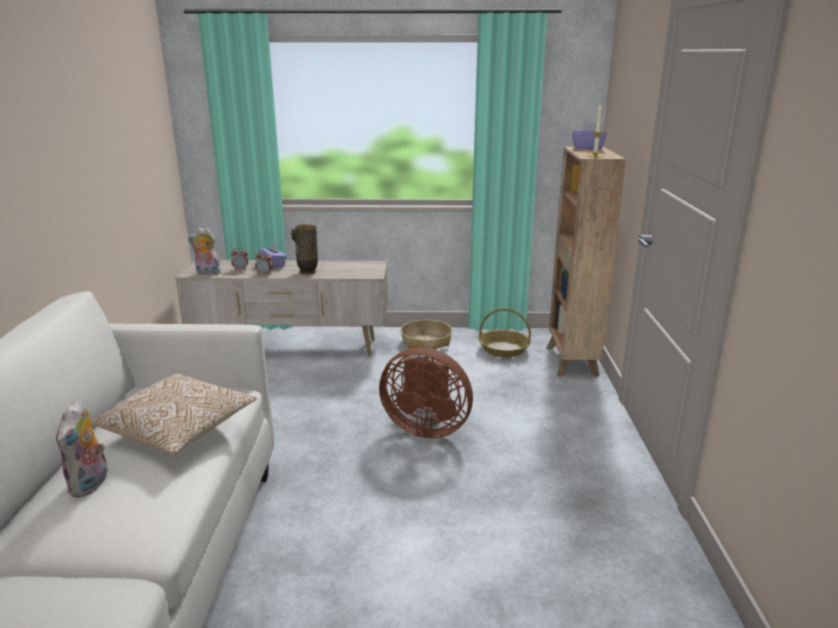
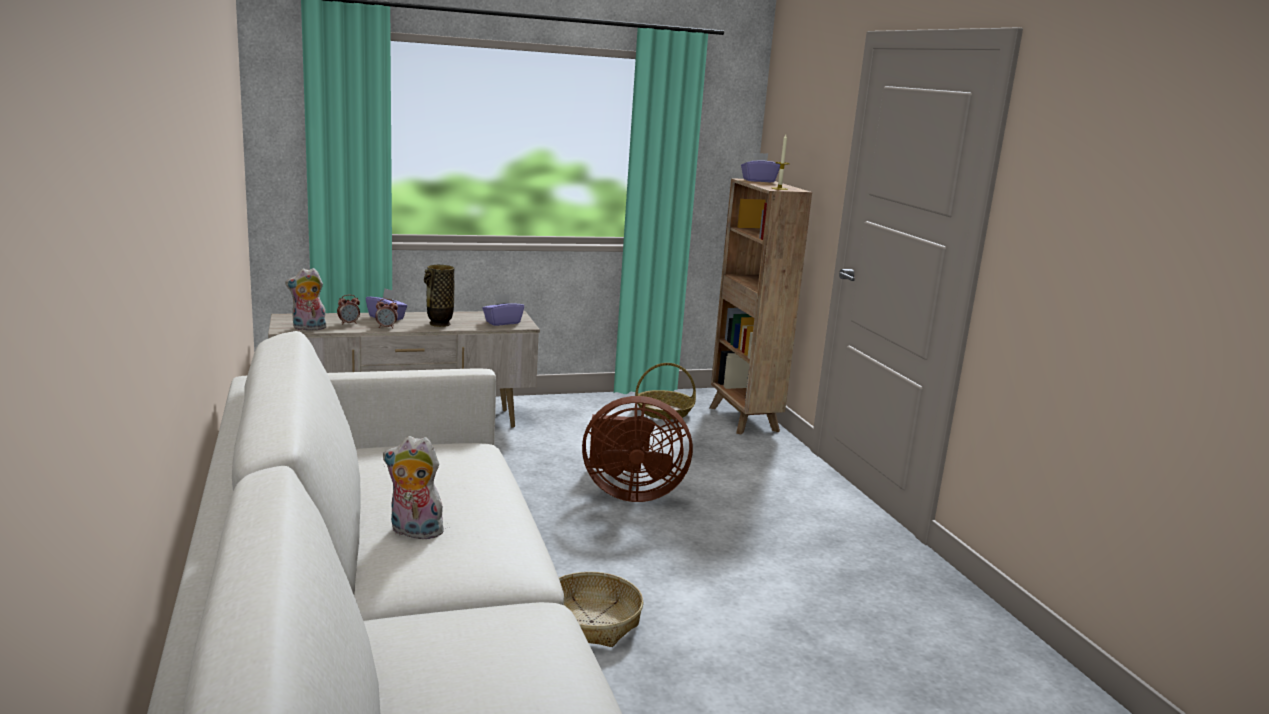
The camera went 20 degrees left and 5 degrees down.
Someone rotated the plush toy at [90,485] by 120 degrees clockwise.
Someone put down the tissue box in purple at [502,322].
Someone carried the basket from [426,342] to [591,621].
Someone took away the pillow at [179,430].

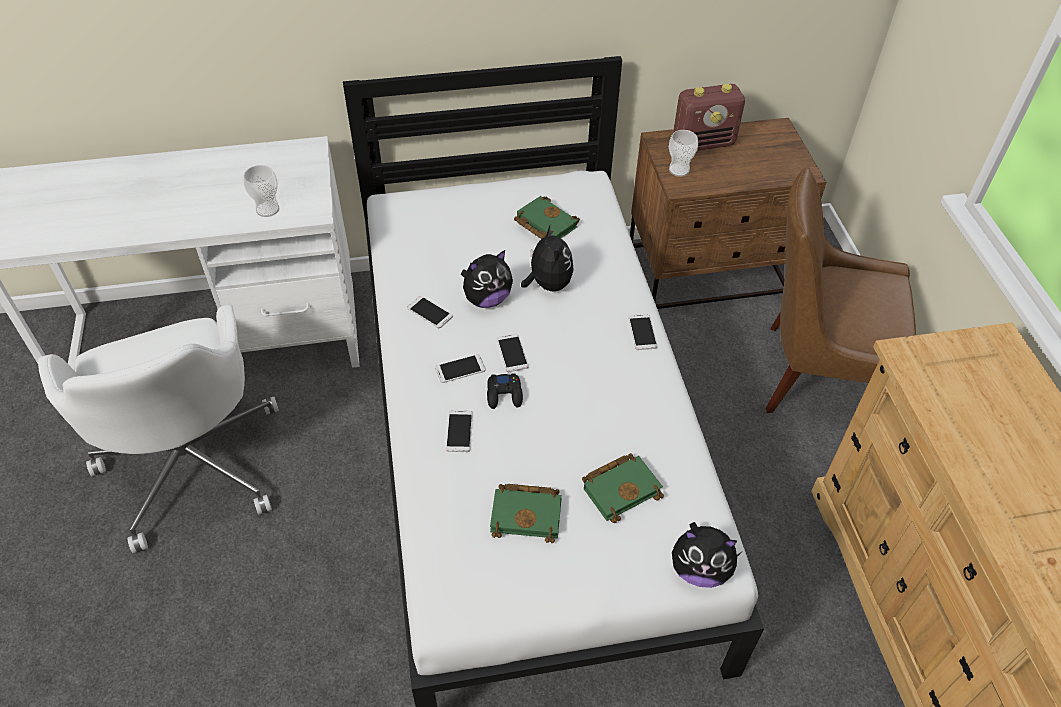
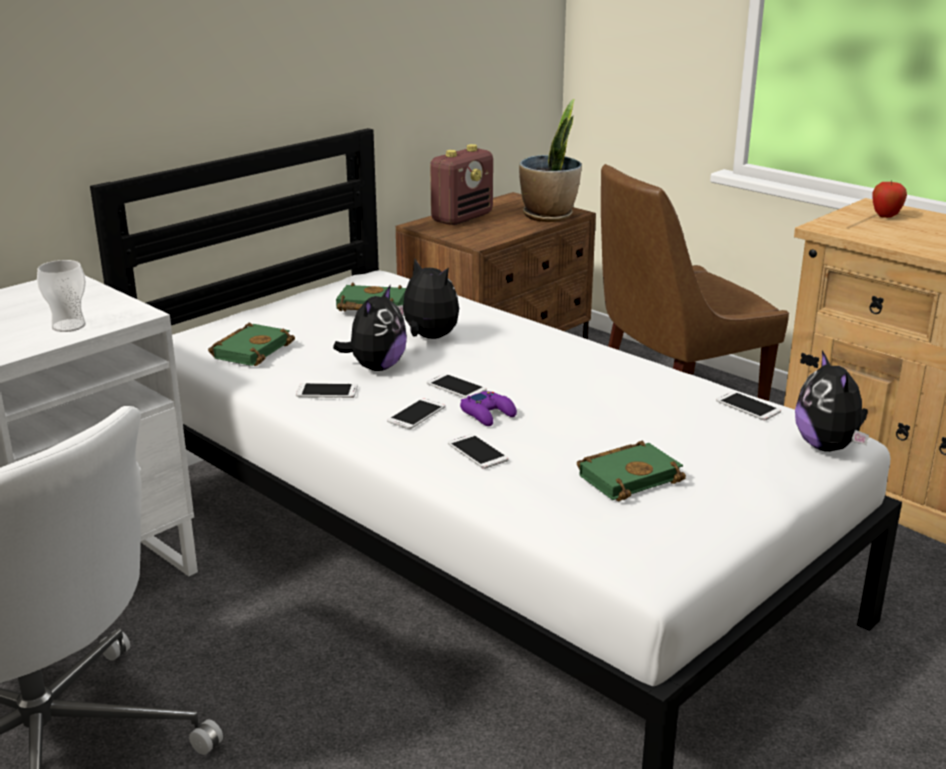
The camera went 35 degrees left and 25 degrees down.
Someone carried the book in green from [622,488] to [251,350].
Someone repainted the game controller in black at [504,394], which became the game controller in purple at [488,414].
Someone put down the potted plant at [549,216].
Someone carried the phone from [642,332] to [748,406].
Someone rotated the plush toy at [699,569] by 105 degrees clockwise.
Someone put down the apple at [886,216].
Someone took away the cup at [679,170].

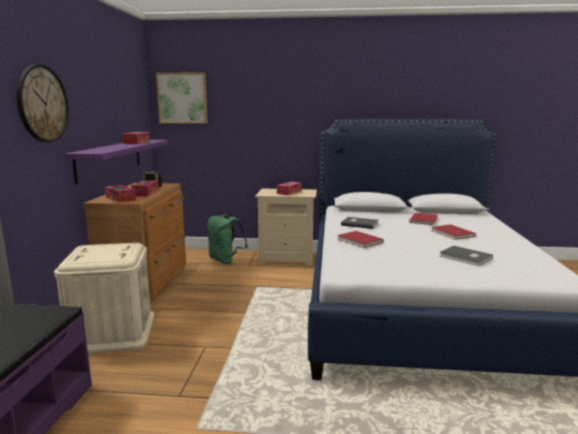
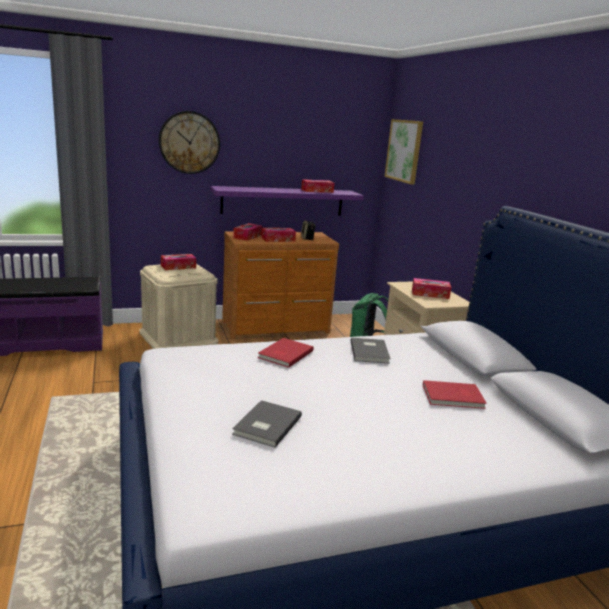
The camera went 65 degrees right and 5 degrees up.
Someone put down the tissue box at [178,267].
Someone took away the book in red at [452,233].

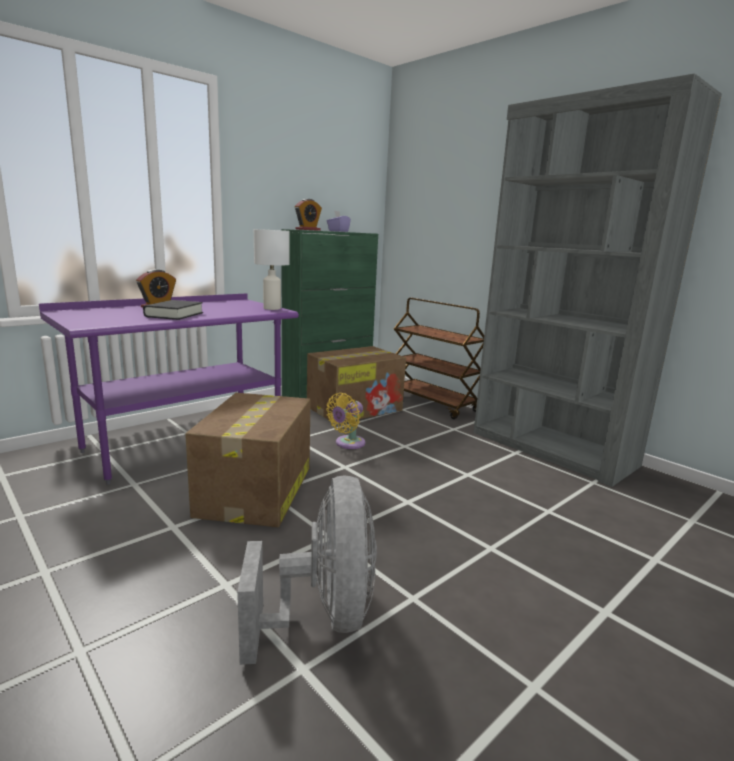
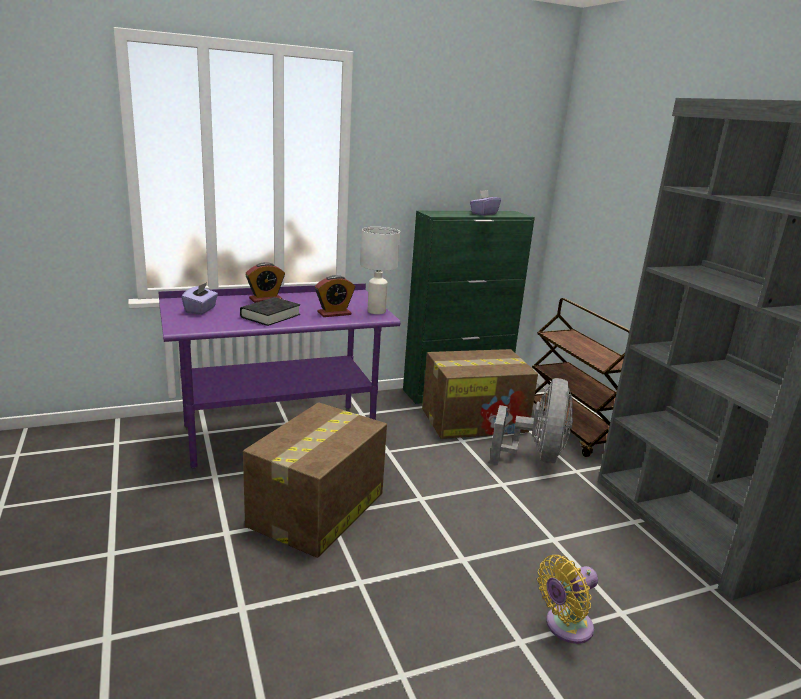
The camera went 20 degrees right and 5 degrees up.
Someone put down the tissue box in purple at [201,310].
Someone carried the alarm clock from [308,230] to [334,313].
Someone carried the fan in grey from [323,616] to [535,457].
Someone carried the fan in yellow from [347,444] to [565,627].

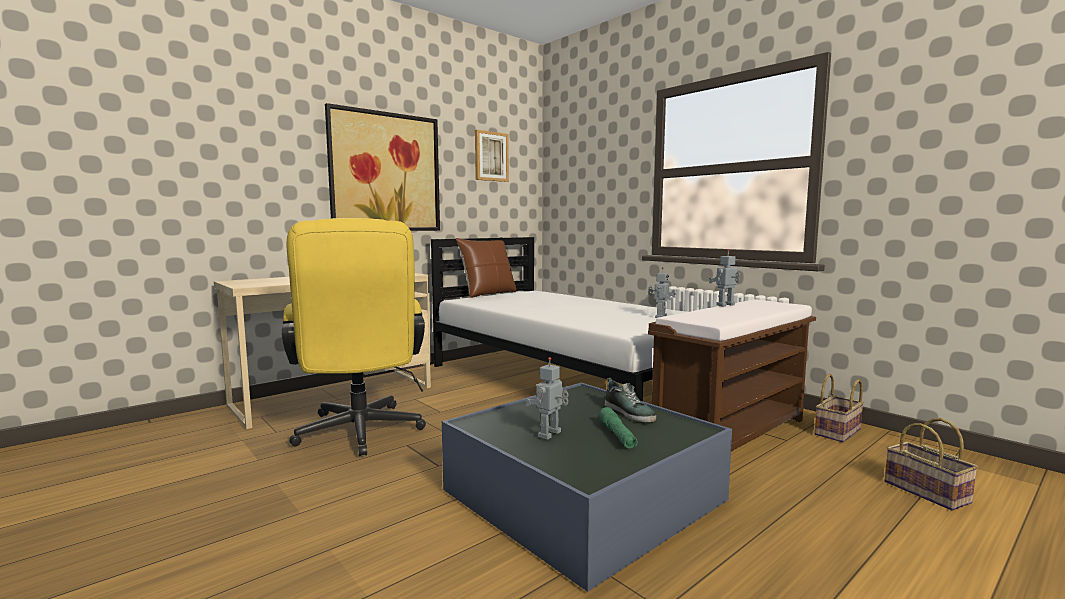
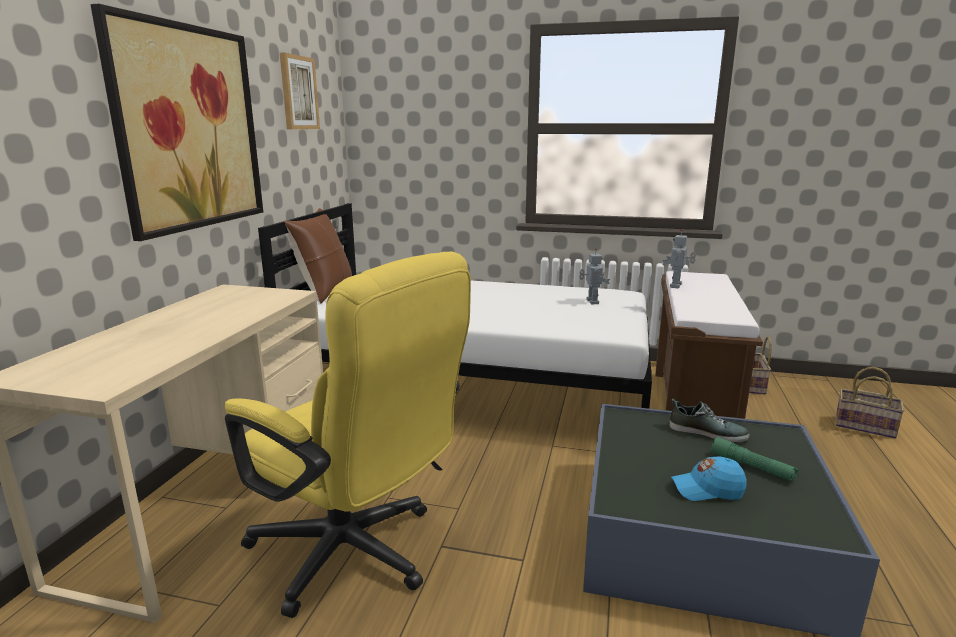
The camera went 35 degrees left and 10 degrees up.
Someone swapped the toy robot at [550,435] for the cap in blue at [707,490].

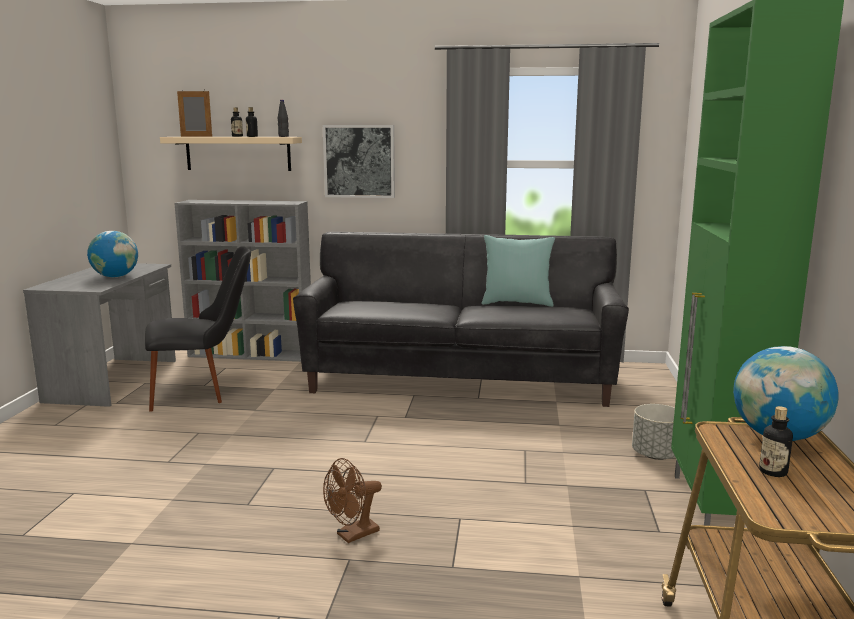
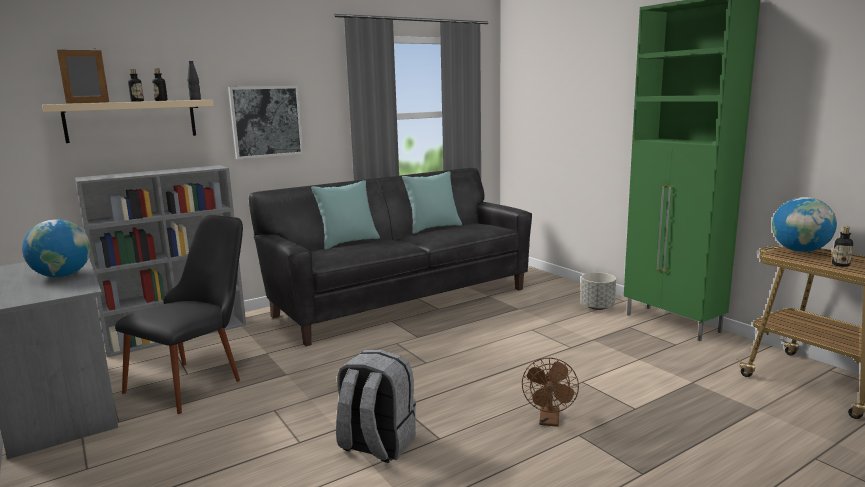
The camera went 40 degrees left and 0 degrees up.
Someone put down the pillow in turquoise at [348,242].
Someone put down the backpack in grey at [376,445].

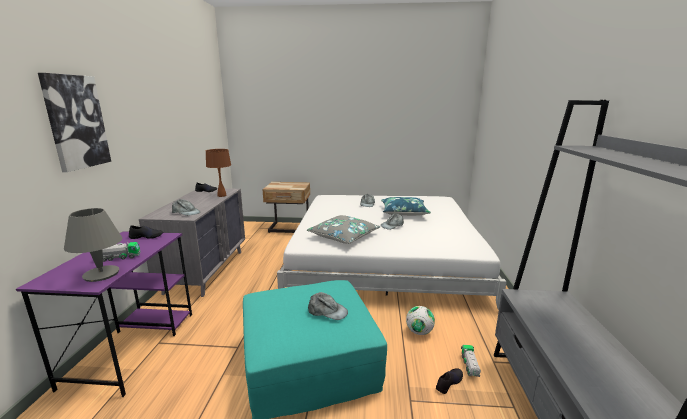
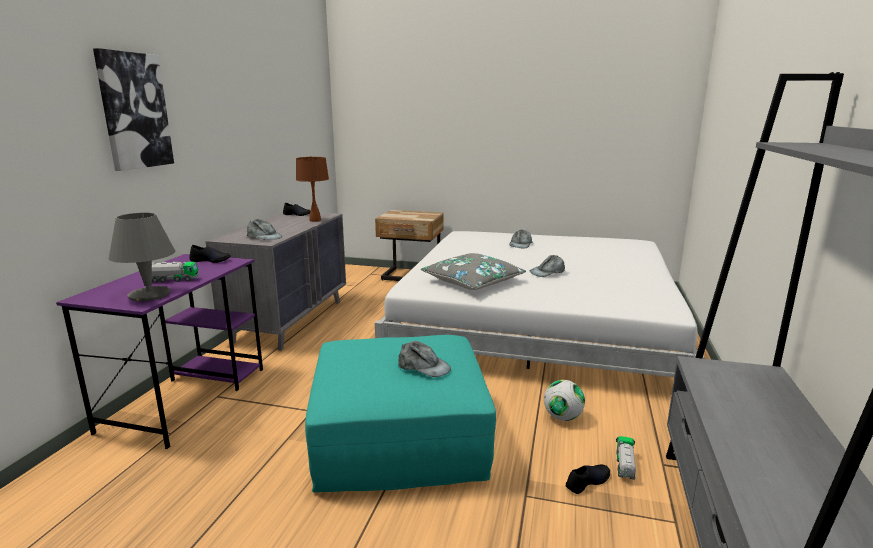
The camera went 10 degrees right and 0 degrees up.
Someone took away the pillow in blue at [404,212].

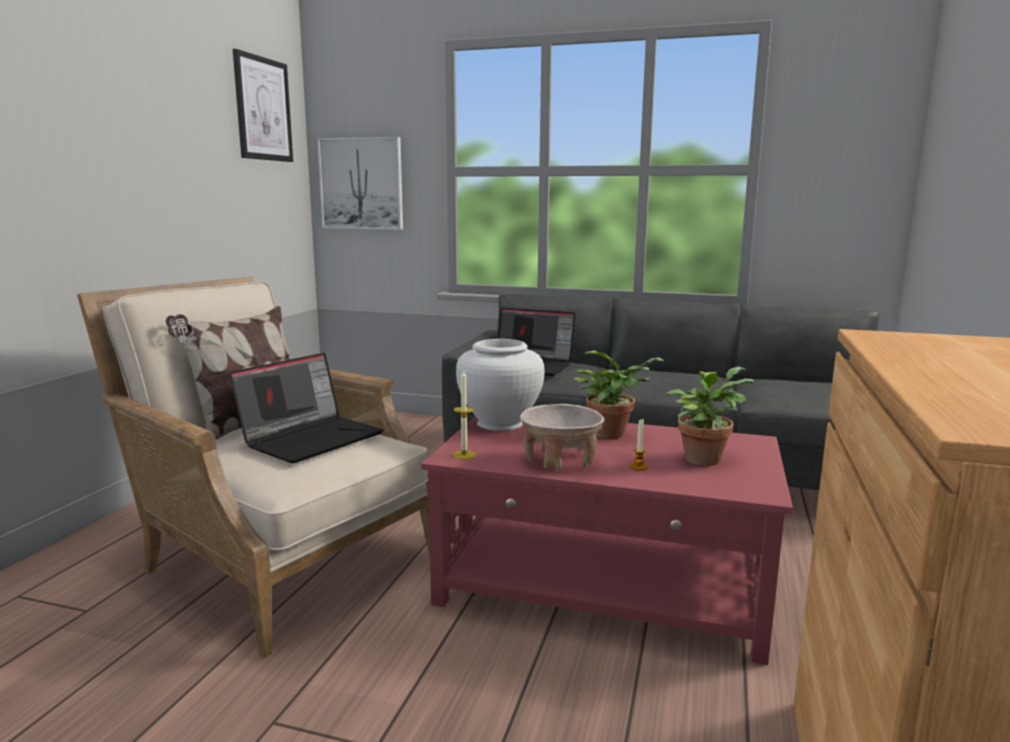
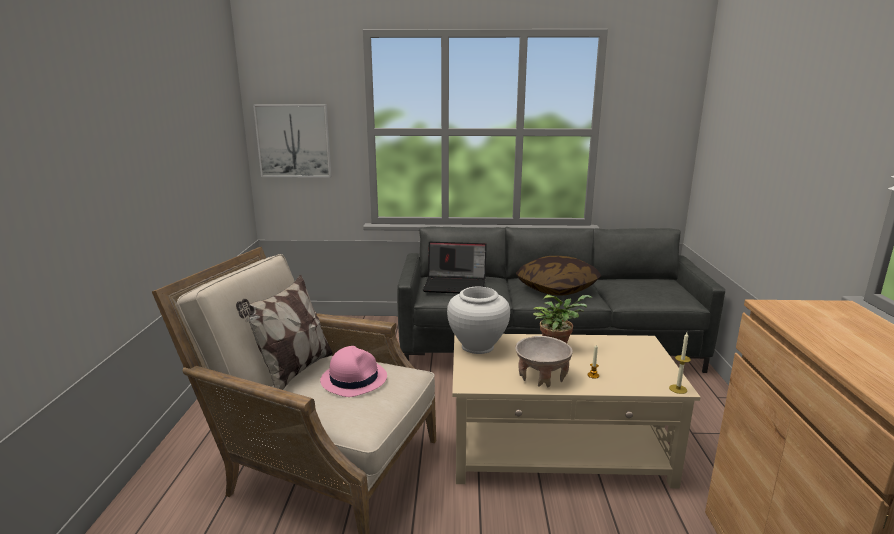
The camera went 15 degrees left and 5 degrees up.
Someone swapped the laptop at [312,438] for the hat in pink at [354,378].
Someone repainted the coffee table in red at [604,585], which became the coffee table in beige at [558,447].
Someone put down the pillow at [557,288].
Someone carried the candle from [464,455] to [678,389].
Someone took away the picture at [263,109].
Someone took away the potted plant at [703,458].

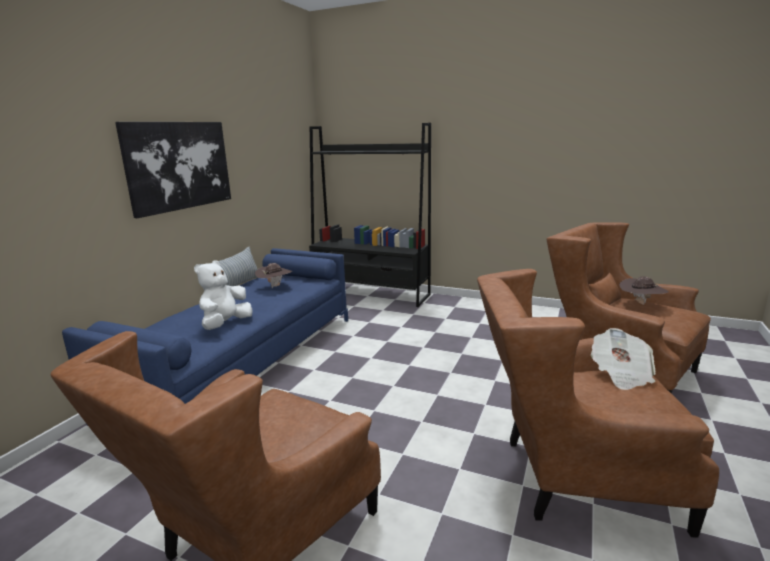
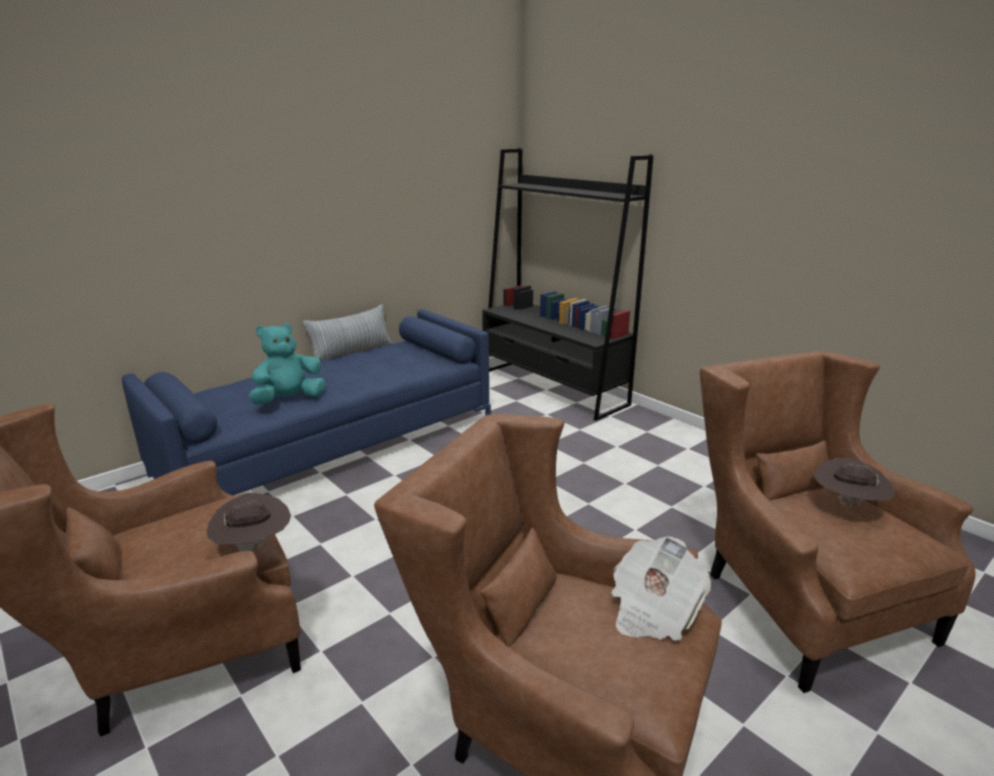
The camera went 25 degrees right and 5 degrees up.
Someone carried the hat in brown from [275,286] to [254,548].
Someone repainted the plush toy in white at [225,324], which became the plush toy in turquoise at [289,400].
Someone took away the picture at [179,165].

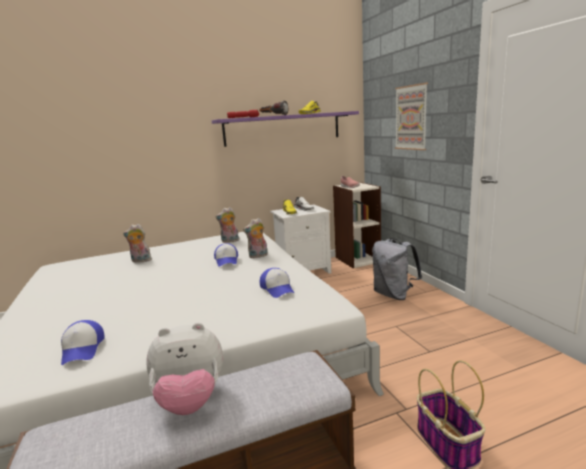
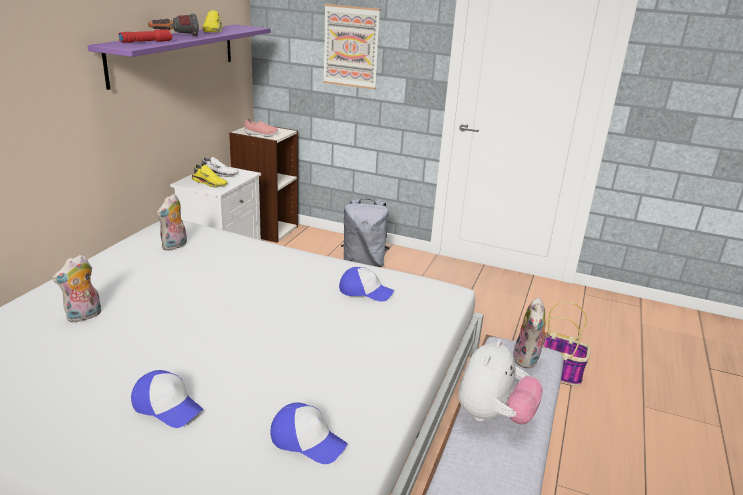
The camera went 50 degrees left and 10 degrees up.
Someone carried the cap from [227,260] to [167,406].
Someone carried the plush toy from [258,256] to [528,360].

